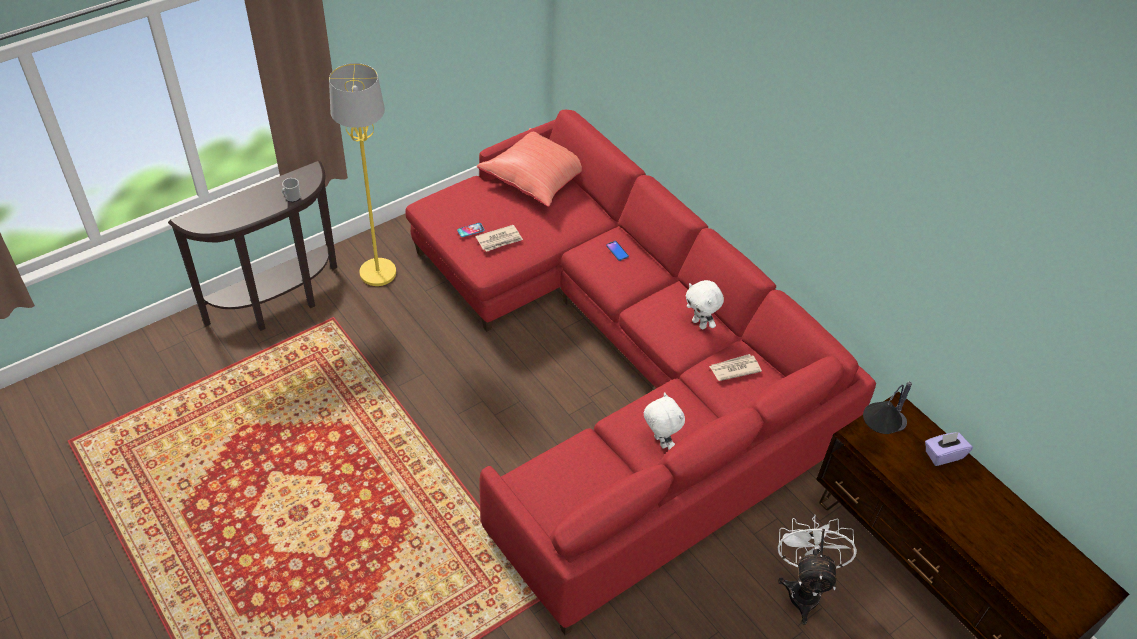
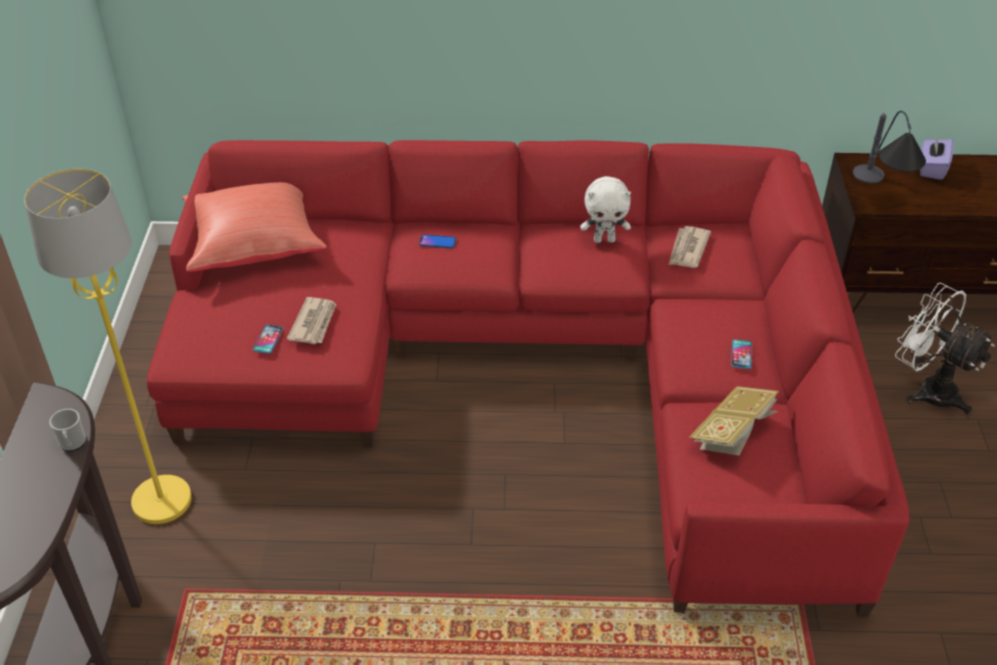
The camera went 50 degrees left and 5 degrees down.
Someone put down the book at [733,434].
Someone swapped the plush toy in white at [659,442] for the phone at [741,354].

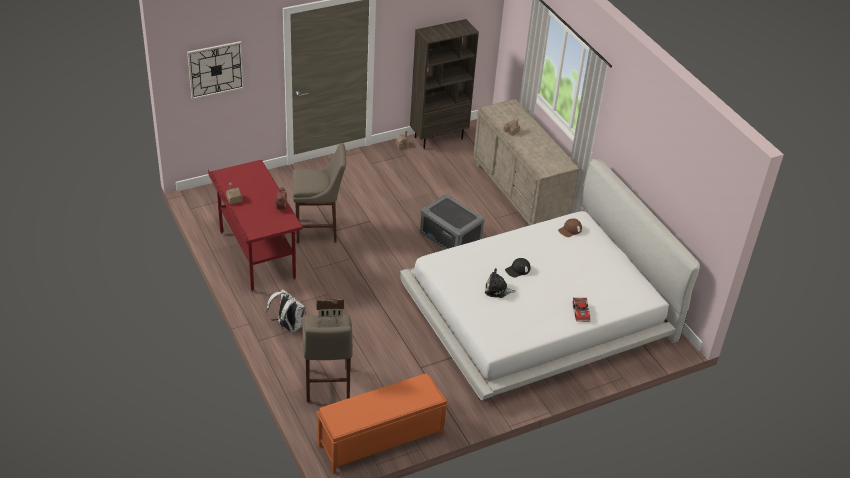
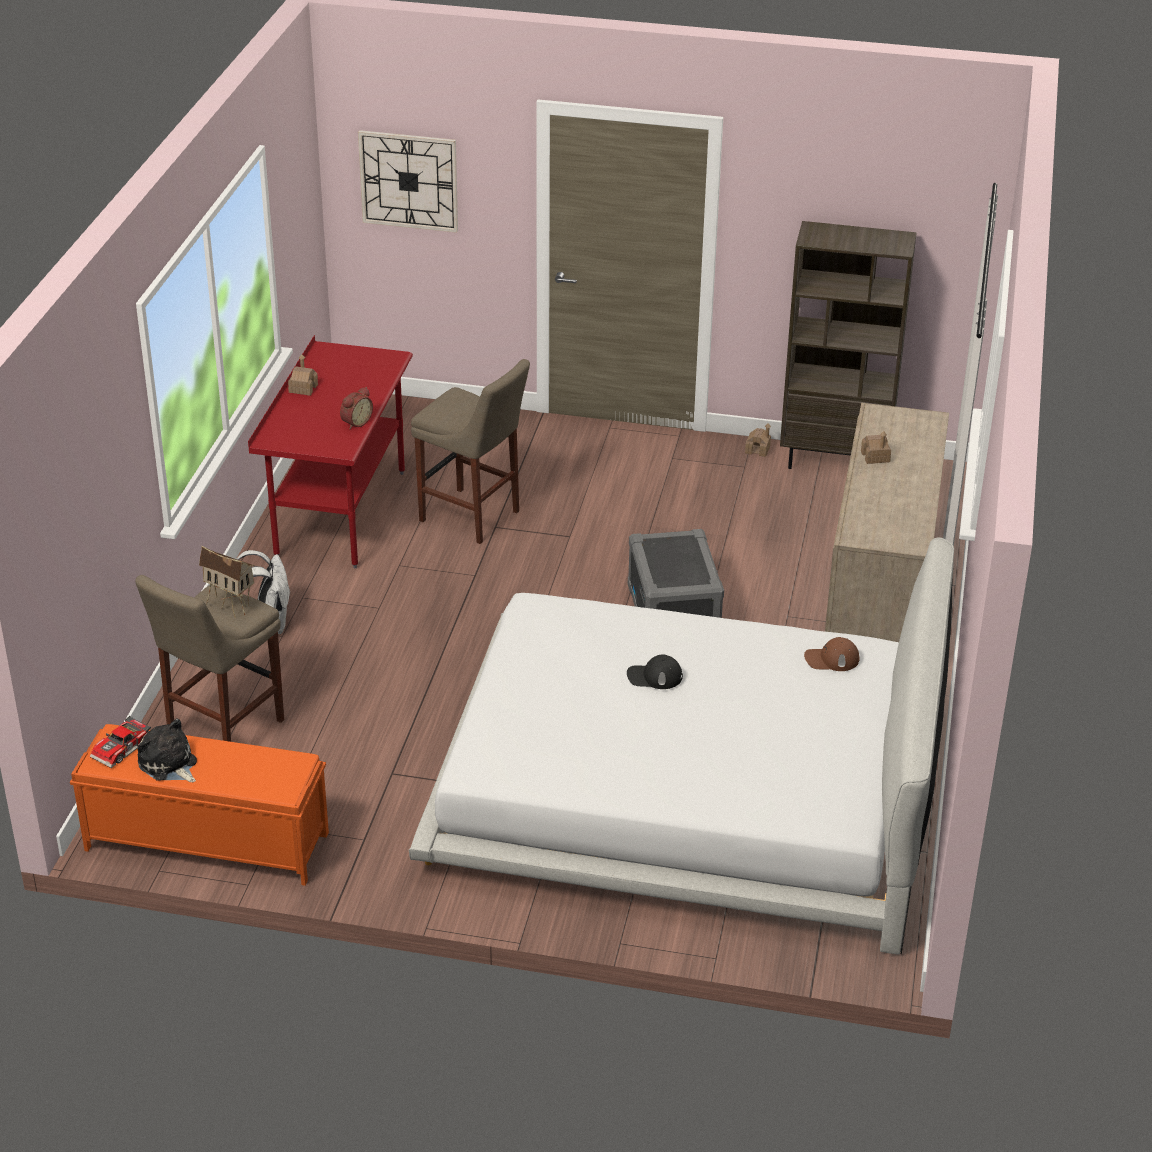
The camera went 40 degrees right and 5 degrees down.
Someone carried the toy car from [581,312] to [122,749].
Someone carried the plush toy from [497,290] to [169,765].

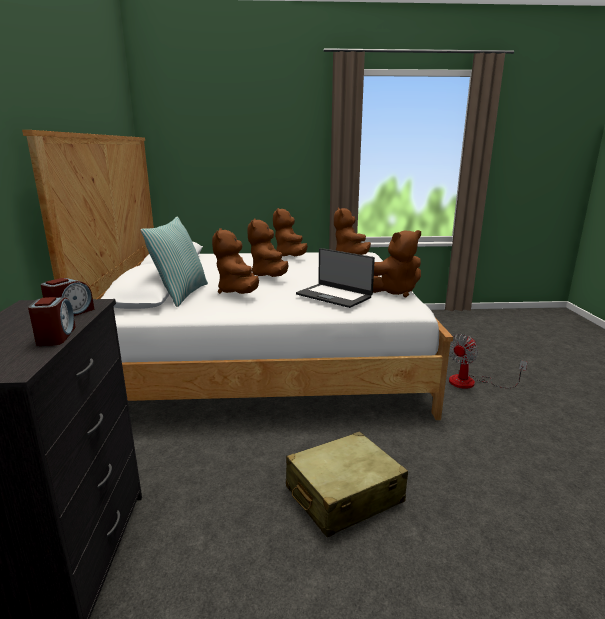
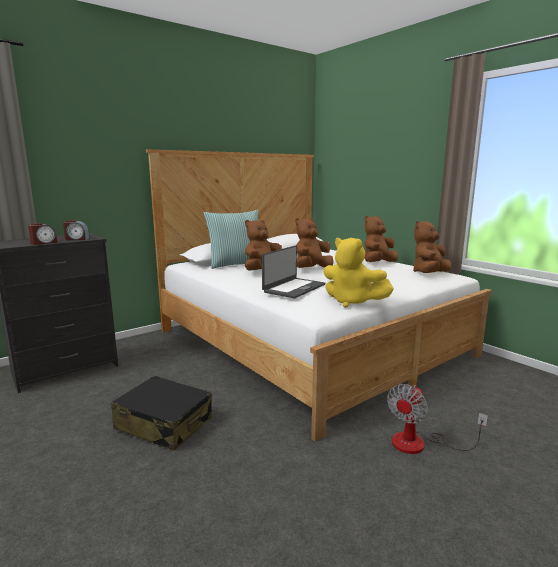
The camera went 55 degrees right and 5 degrees down.
Someone repainted the suitcase in beige at [343,495], which became the suitcase in black at [164,424].
Someone rotated the laptop at [334,295] by 150 degrees counterclockwise.
Someone repainted the plush toy in brown at [394,291], which became the plush toy in yellow at [352,302].
Someone rotated the fan at [471,382] by 60 degrees counterclockwise.

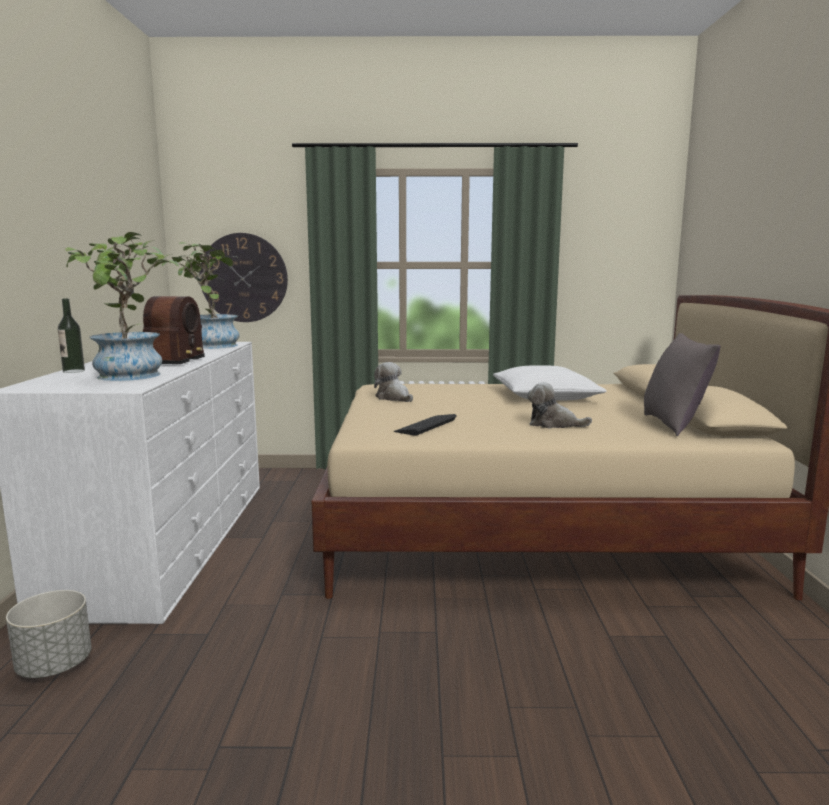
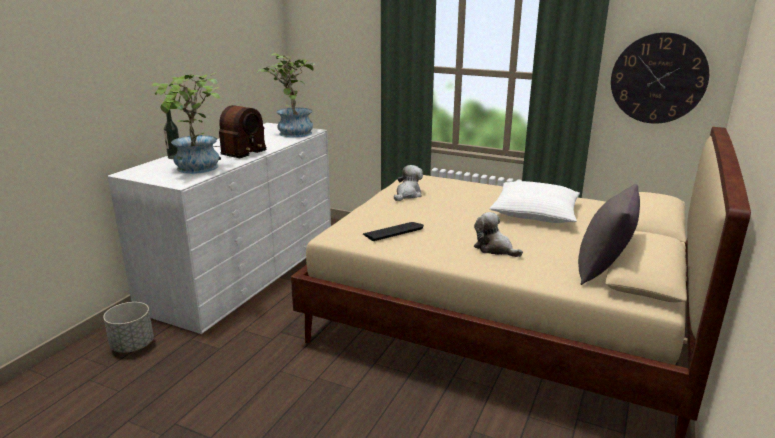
The camera went 25 degrees right and 10 degrees up.
Someone rotated the plush toy at [394,398] by 45 degrees clockwise.
Someone carried the wall clock from [243,278] to [658,78].

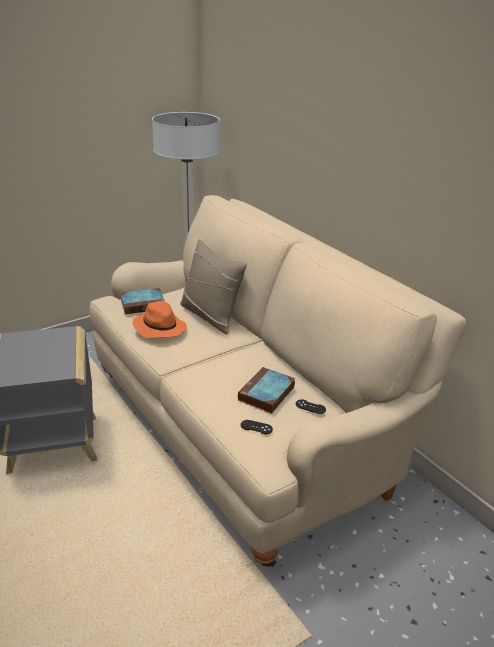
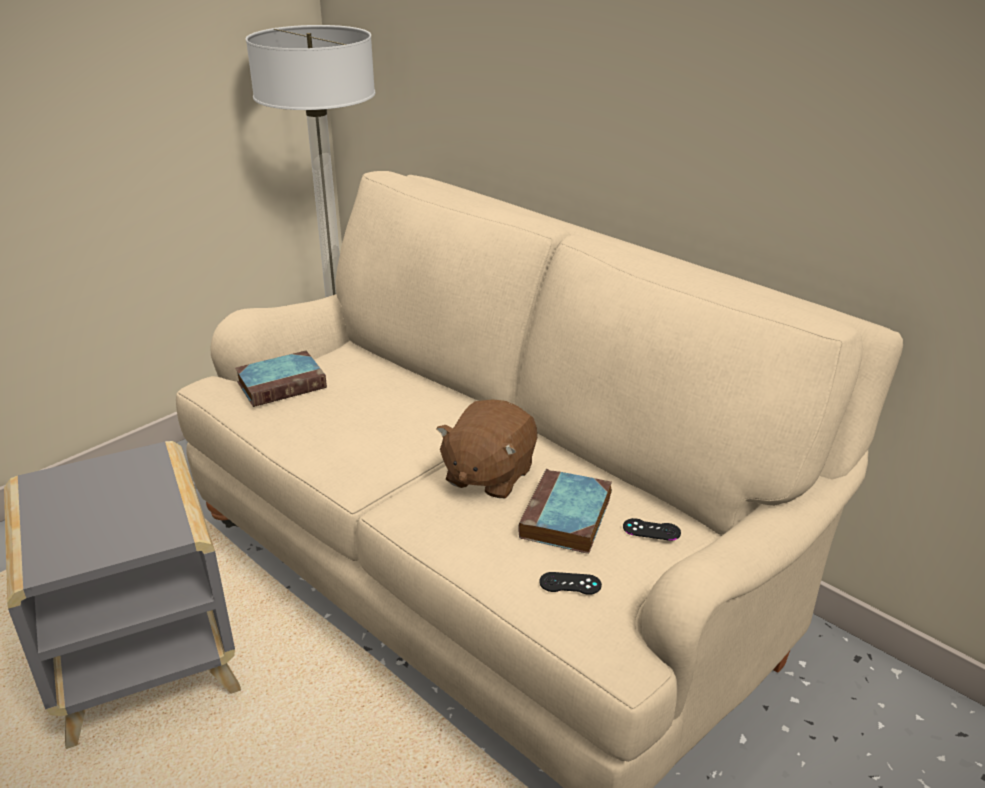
The camera went 10 degrees left and 0 degrees up.
Someone put down the plush toy in brown at [488,475].
Someone took away the hat in orange at [159,327].
Someone took away the pillow in beige at [210,316].

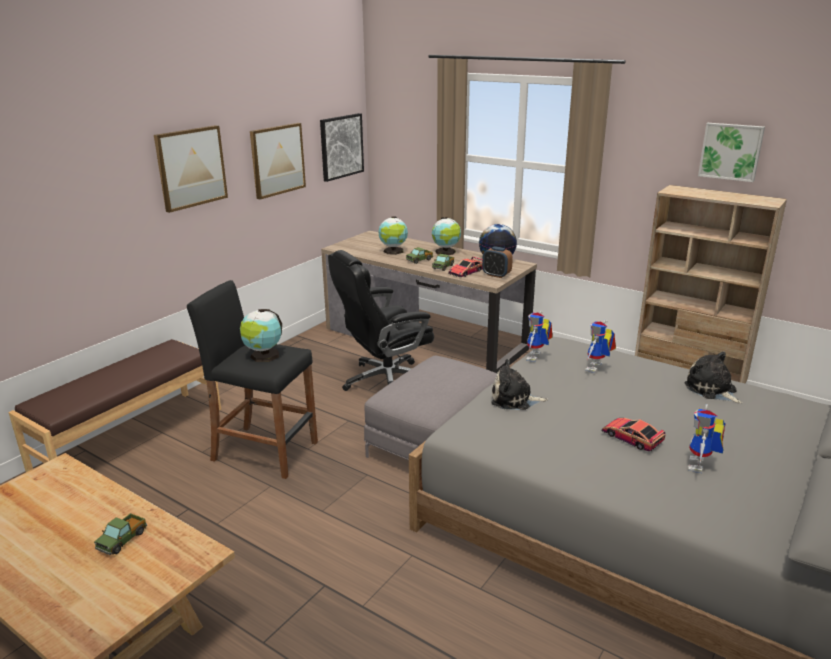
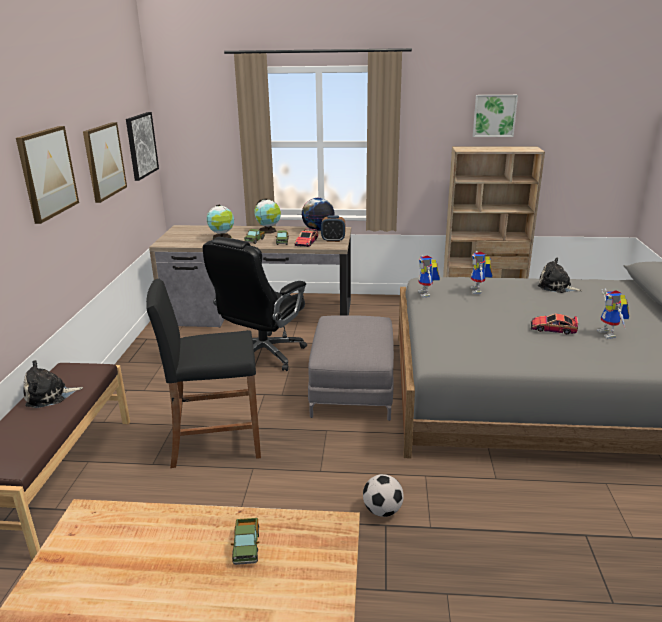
The camera went 30 degrees left and 0 degrees up.
Someone carried the plush toy from [514,399] to [49,396].
Someone put down the football at [382,510].
Someone took away the globe at [263,356].

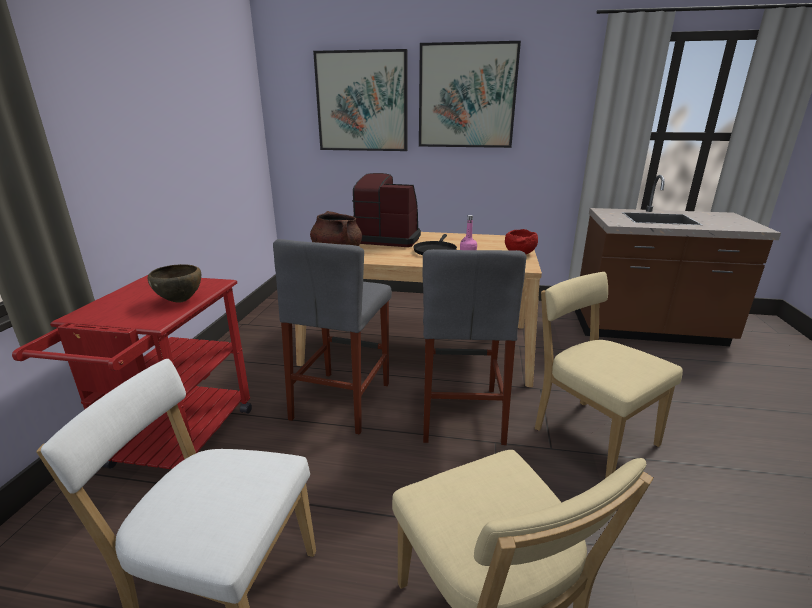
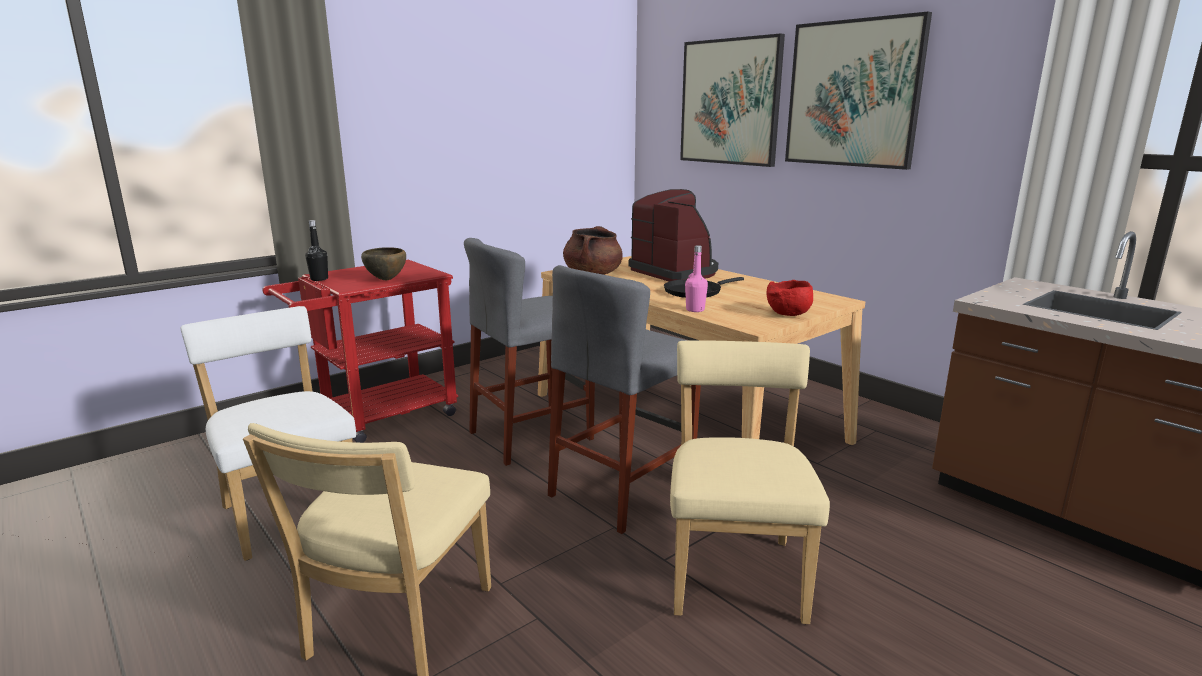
The camera went 40 degrees right and 5 degrees down.
Someone put down the bottle in black at [319,279].

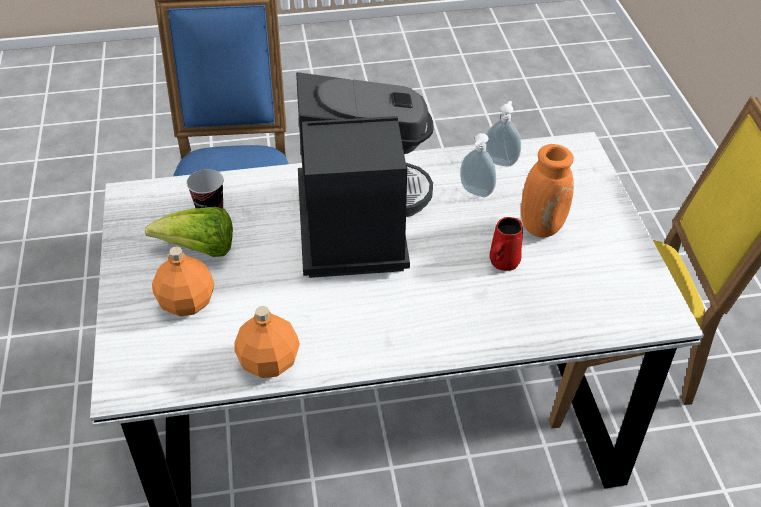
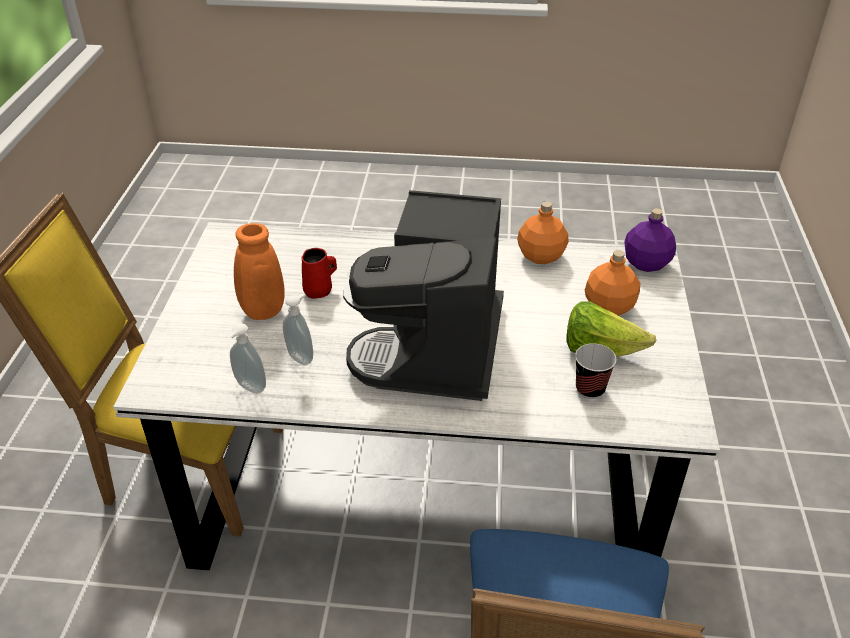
The camera went 165 degrees left and 5 degrees down.
Someone put down the bottle in purple at [646,264].

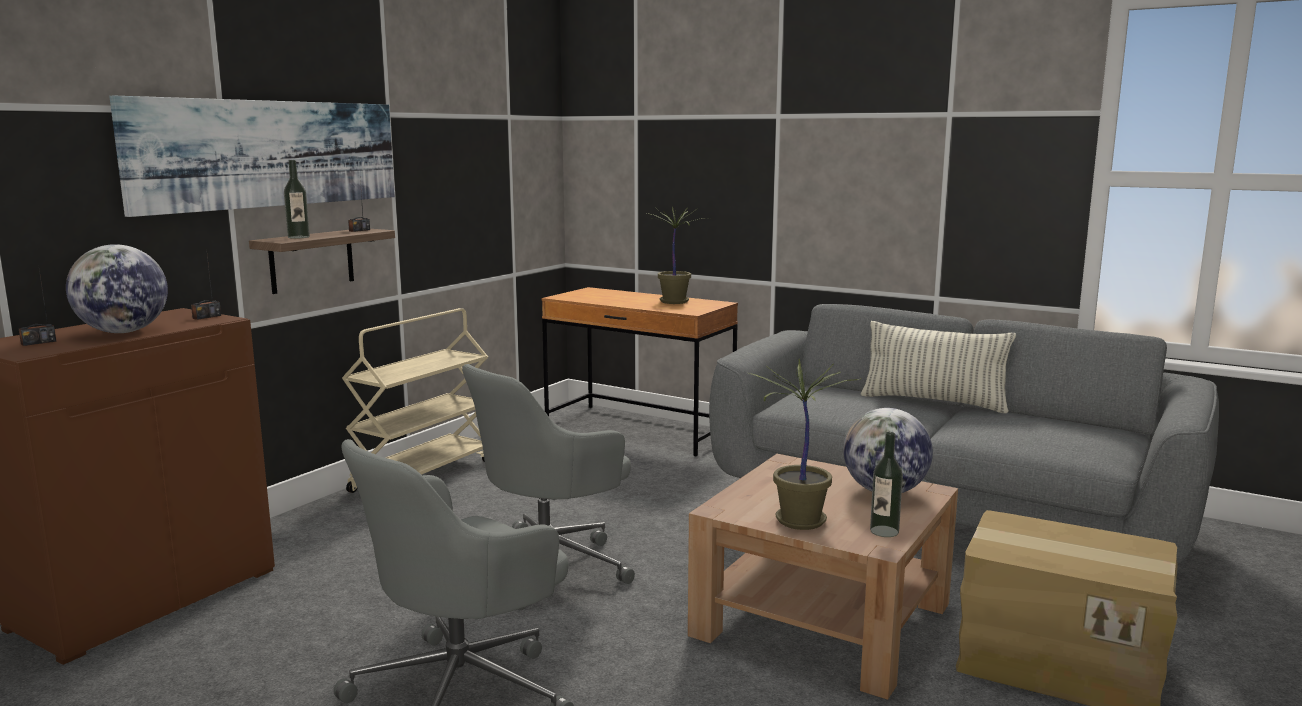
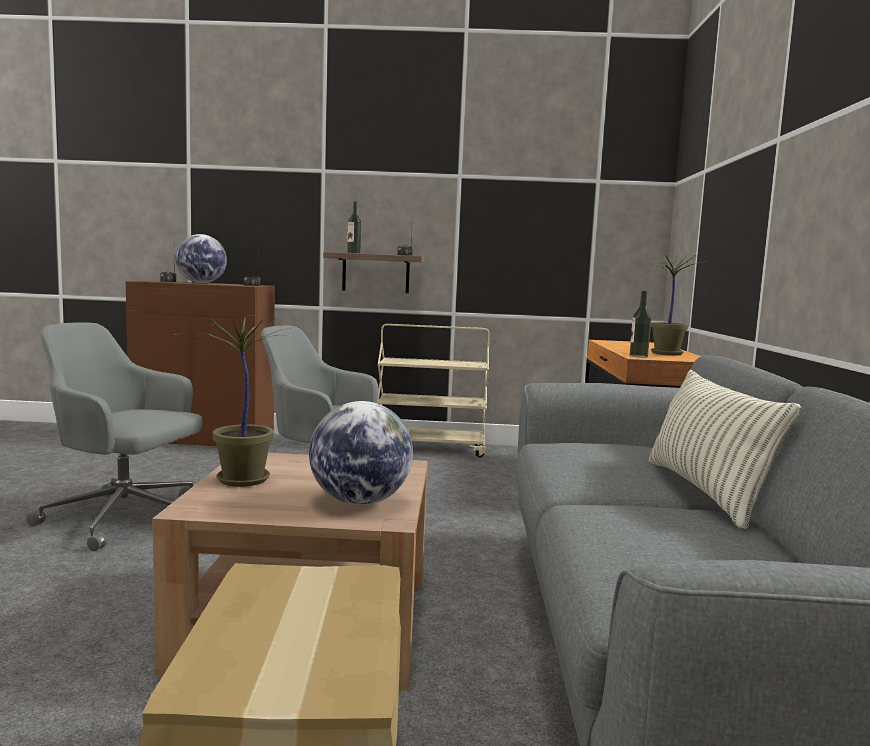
The camera went 60 degrees right and 5 degrees down.
Someone carried the bottle from [884,531] to [638,356].
Someone took away the picture at [270,153].

